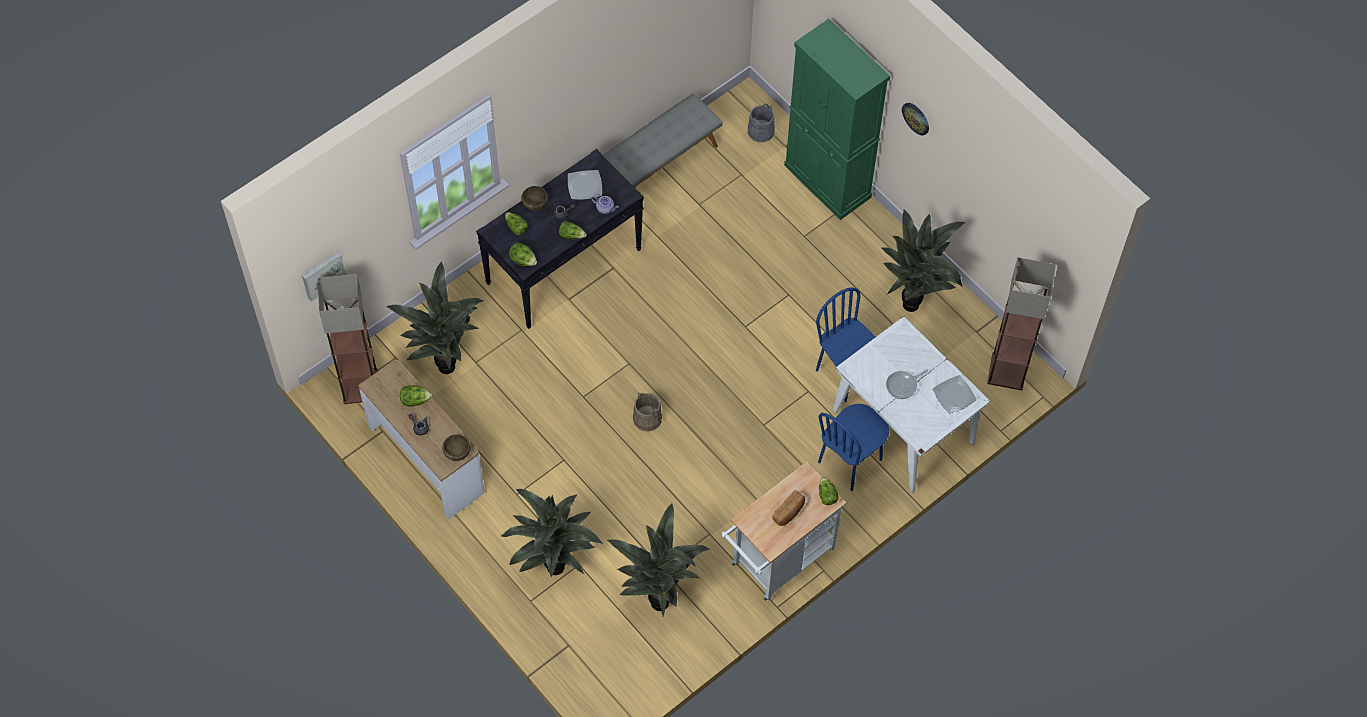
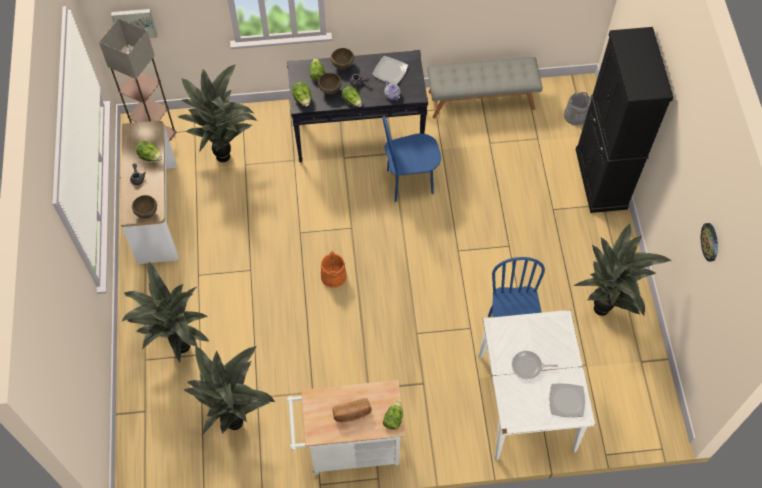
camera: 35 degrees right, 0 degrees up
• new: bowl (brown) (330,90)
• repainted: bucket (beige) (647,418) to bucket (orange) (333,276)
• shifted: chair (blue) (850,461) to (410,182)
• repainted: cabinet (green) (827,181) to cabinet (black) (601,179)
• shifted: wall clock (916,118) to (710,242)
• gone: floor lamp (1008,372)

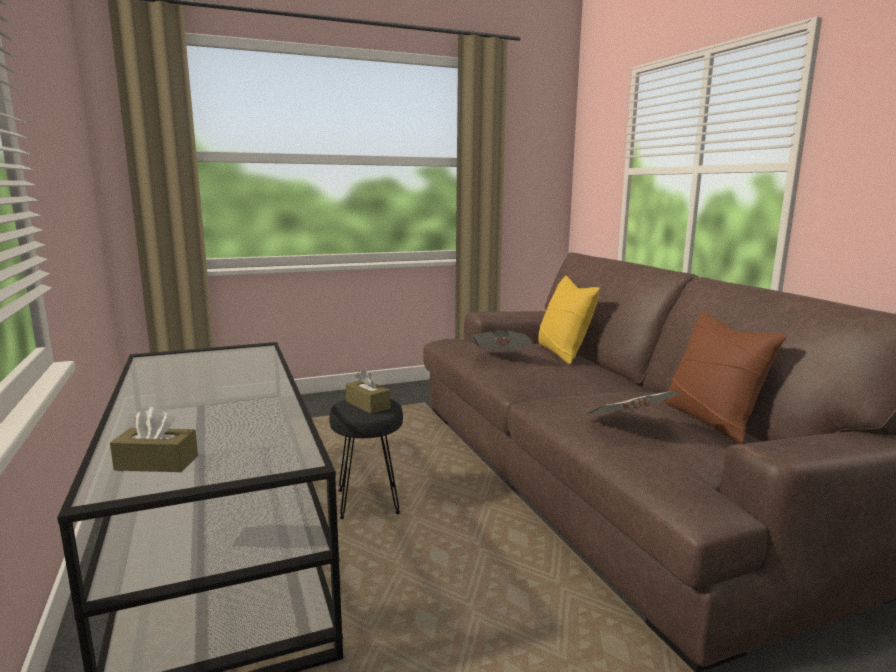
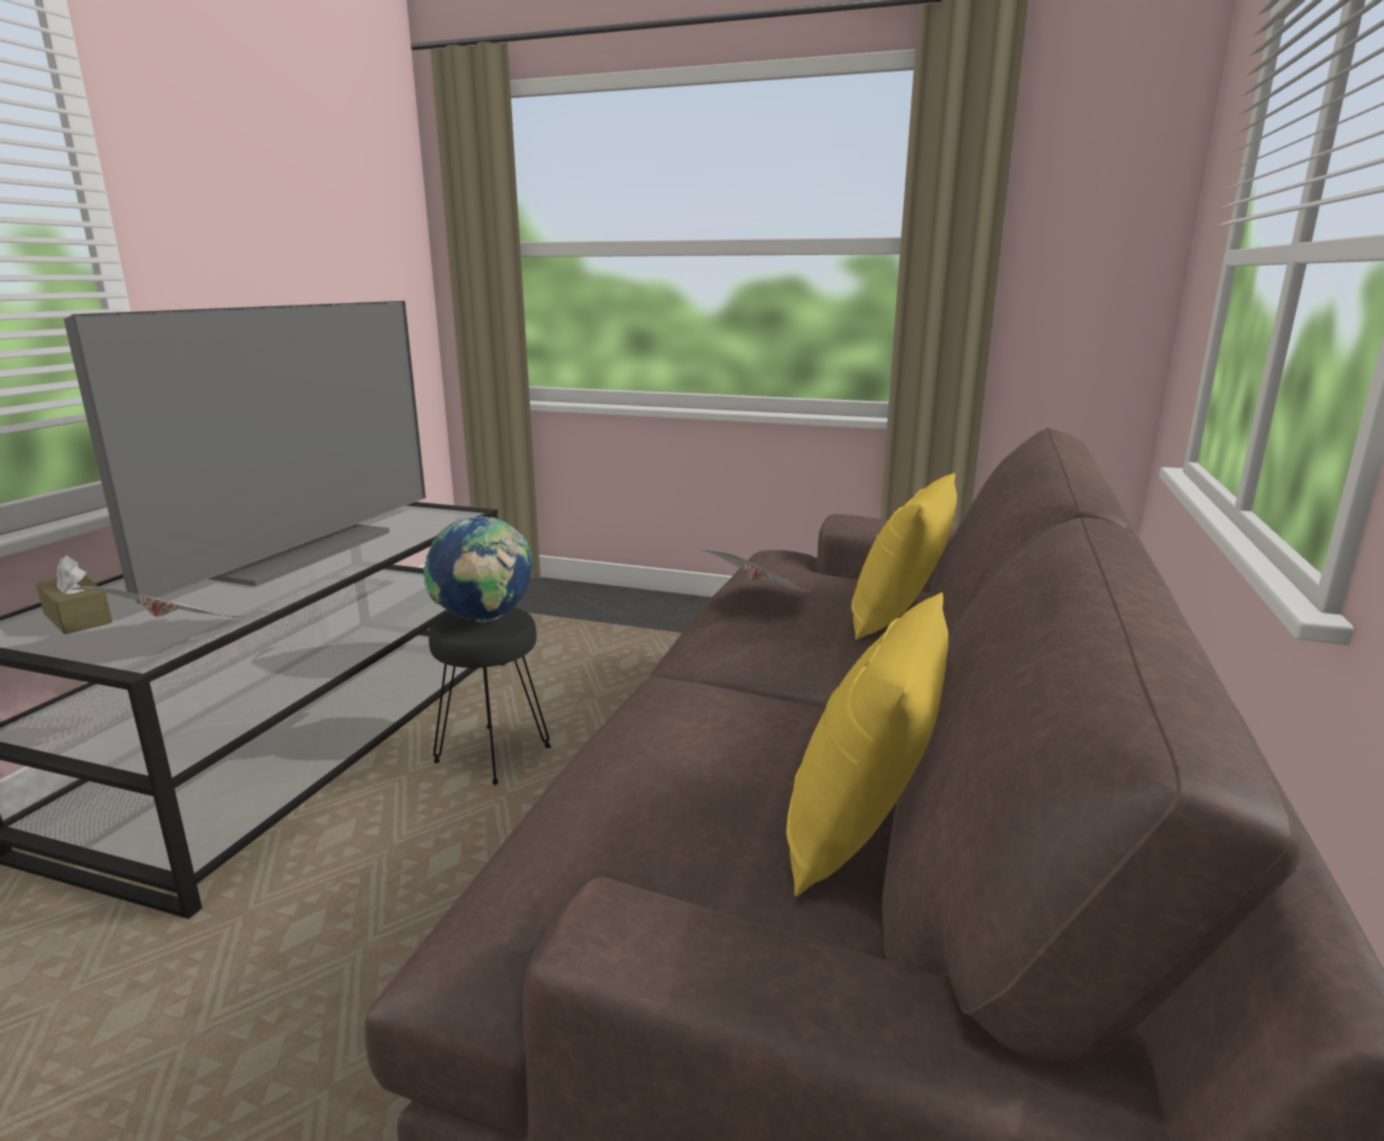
camera: 40 degrees right, 5 degrees up
• new: television (296,551)
• shifted: newspaper (628,426) to (173,638)
• swapped: tissue box (brown) (368,405) to globe (484,620)
• repainted: pillow (brown) (711,420) to pillow (yellow) (859,829)

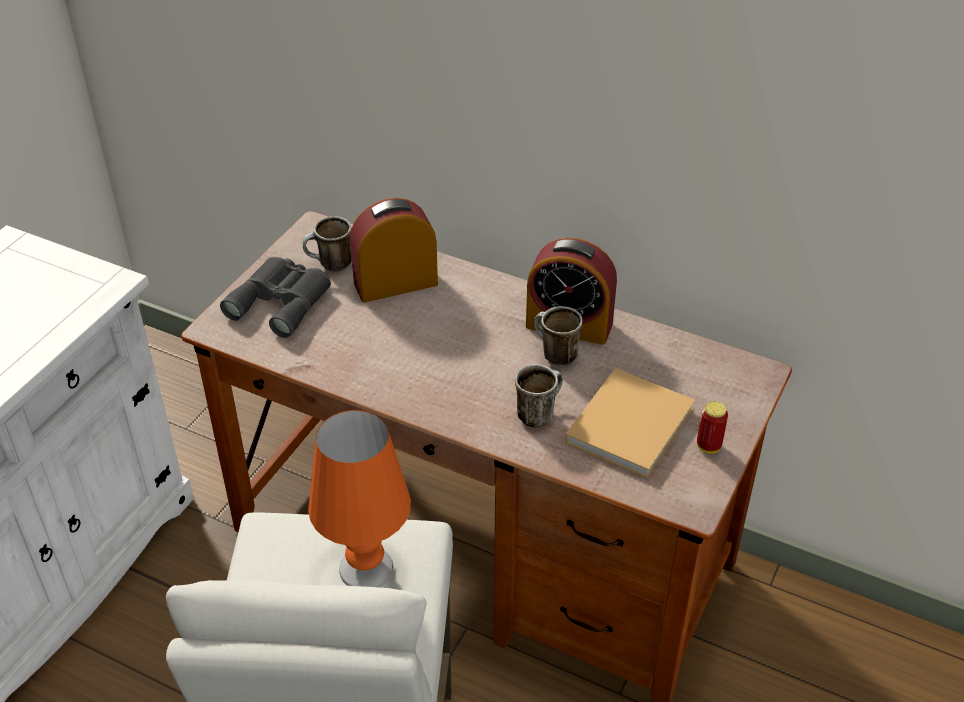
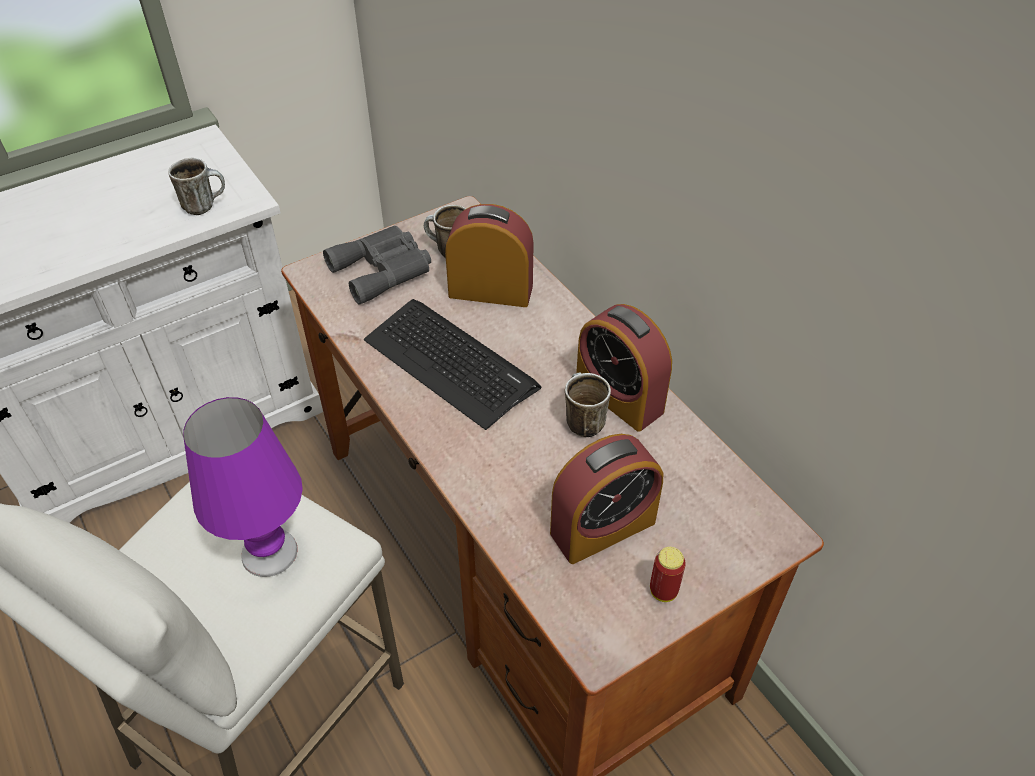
camera: 30 degrees right, 5 degrees up
• shifted: mug (538,412) to (205,205)
• repainted: table lamp (orange) (366,569) to table lamp (purple) (269,553)
• new: keyboard (450,363)
• swapped: book (beige) (632,423) to alarm clock (602,527)

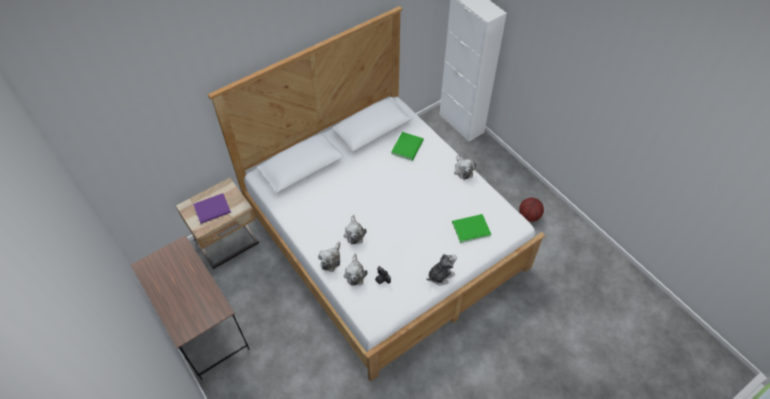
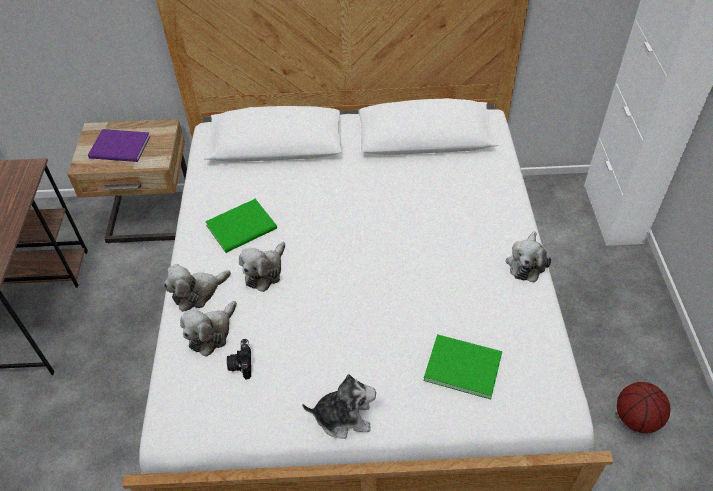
camera: 35 degrees right, 5 degrees down
• shifted: book (green) (408,146) to (244,227)

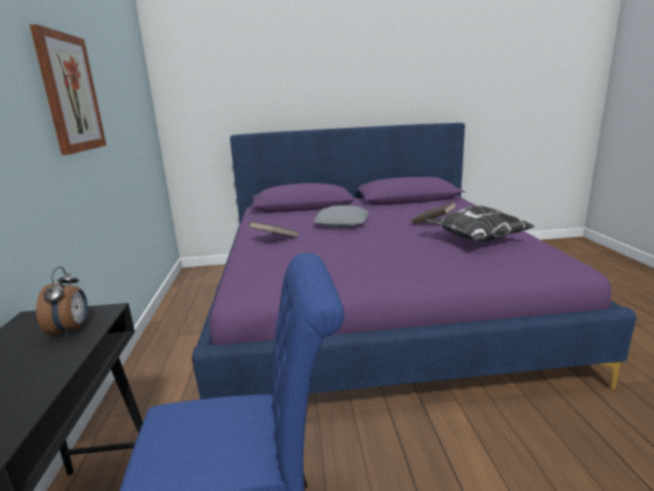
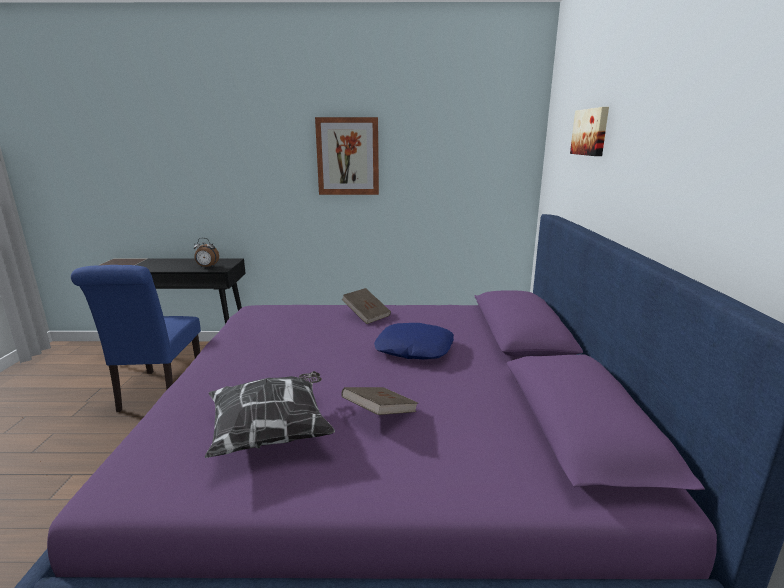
camera: 95 degrees right, 0 degrees up
• repainted: pillow (grey) (342,223) to pillow (blue) (414,349)
• new: picture (591,132)

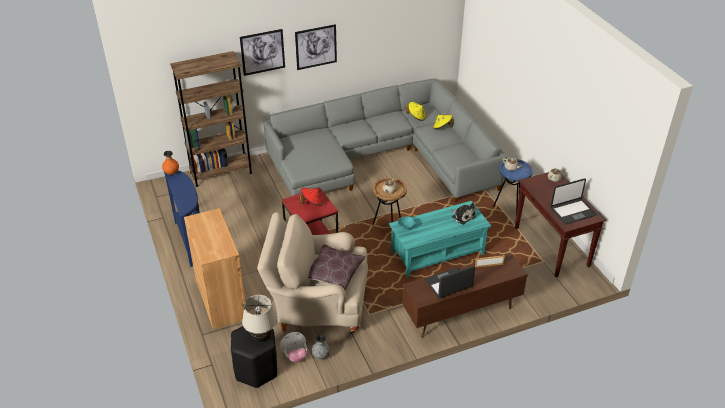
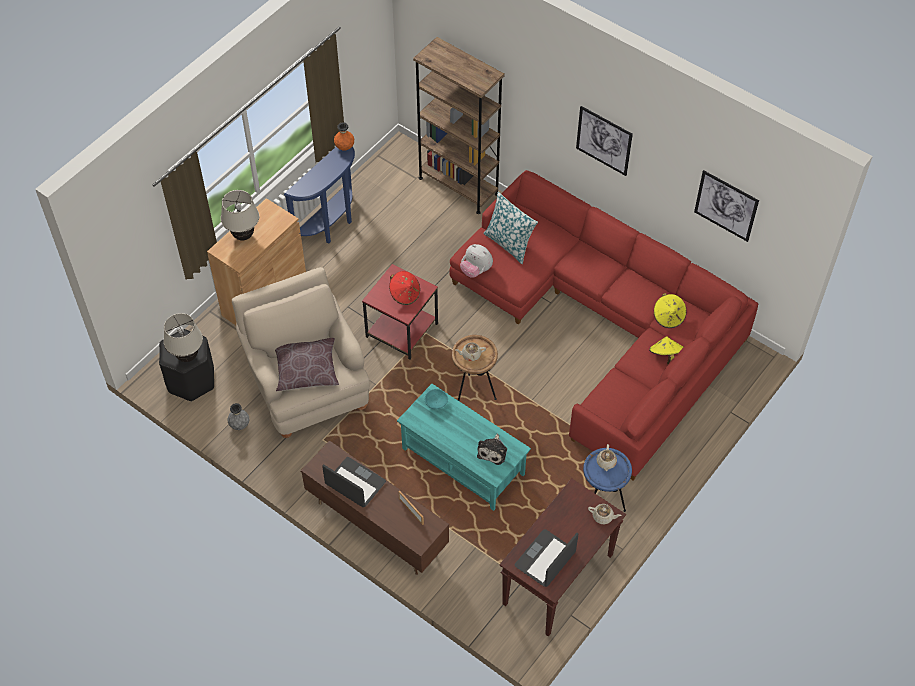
camera: 60 degrees right, 15 degrees up
• new: table lamp (beige) (243,236)
• repainted: sofa (grey) (383,158) to sofa (red) (603,326)
• shifted: plush toy (295,355) to (476,270)
• new: pillow (509,243)
• rotated: laptop (572,211) = (545,559) 90 degrees clockwise
• shifted: picture (262,52) to (726,206)

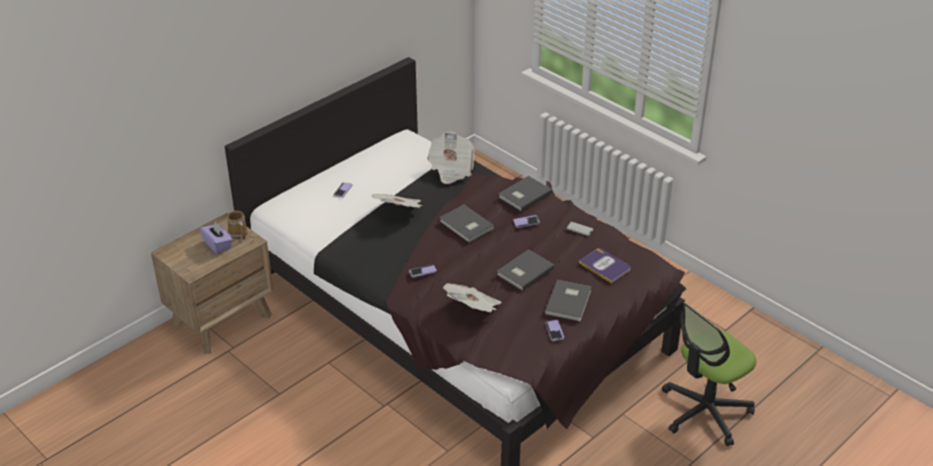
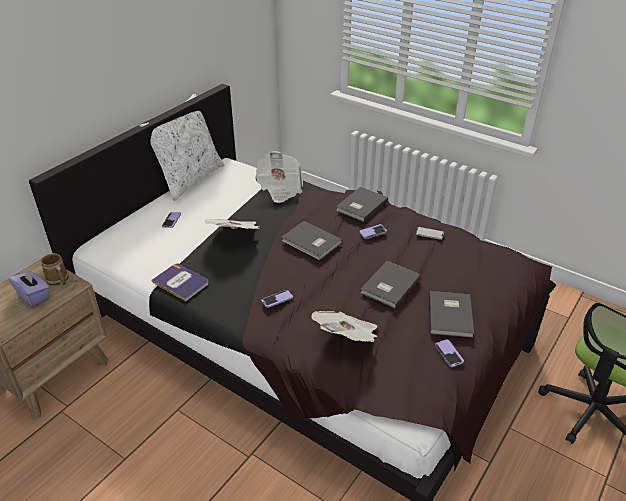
camera: 10 degrees left, 0 degrees up
• new: pillow (white) (189,179)
• shifted: book (605,266) to (181,282)

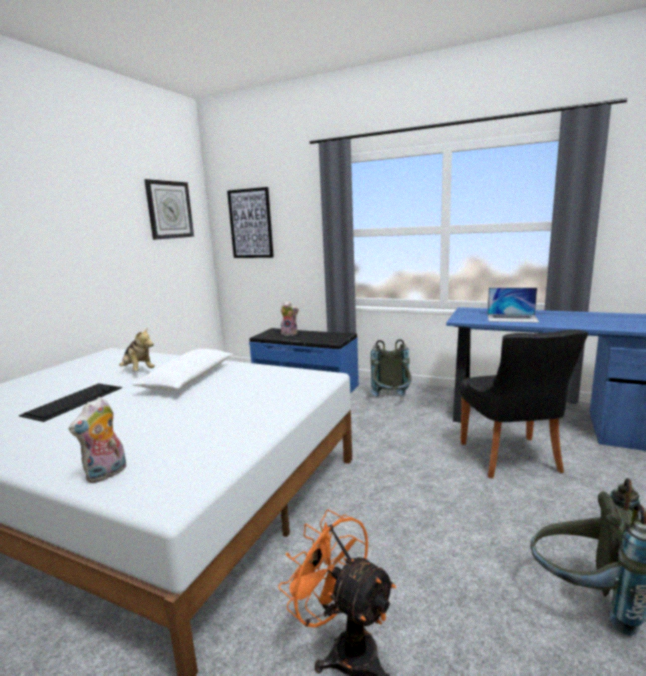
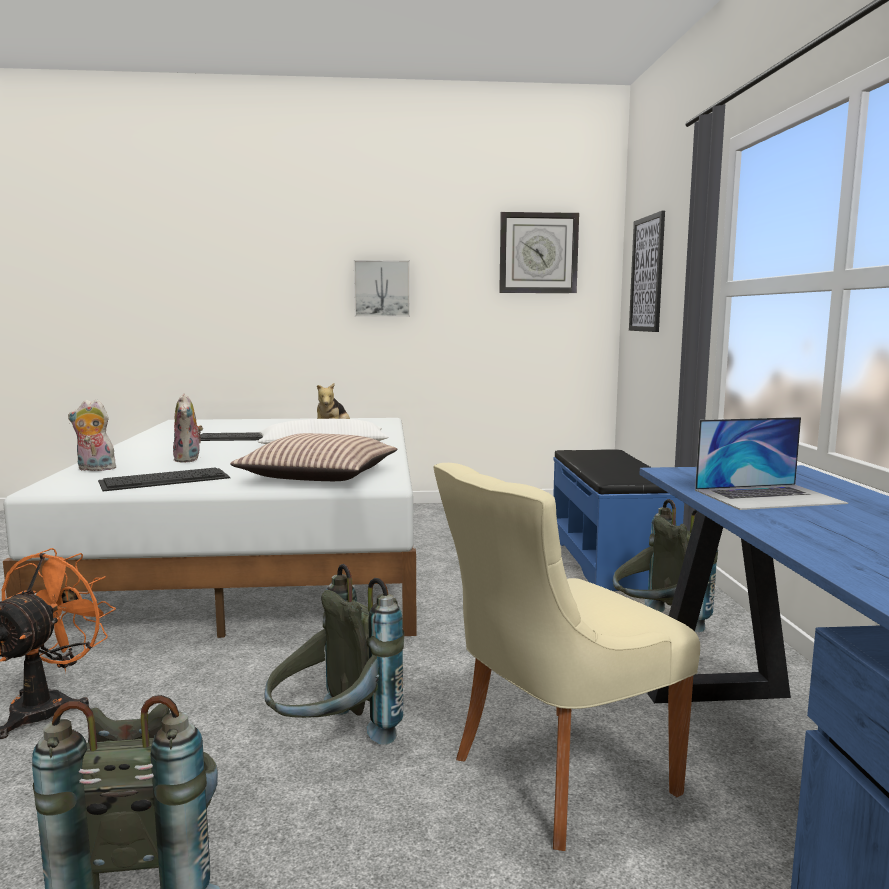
camera: 60 degrees right, 5 degrees down
• new: keyboard (166,479)
• shifted: plush toy (290,334) to (189,459)
• new: pillow (319,475)
• new: backpack (grey) (332,740)
• new: picture (382,288)
• repainted: chair (black) (511,459) to chair (beige) (555,776)
• rotated: laptop (512,318) = (768,496) 90 degrees counterclockwise

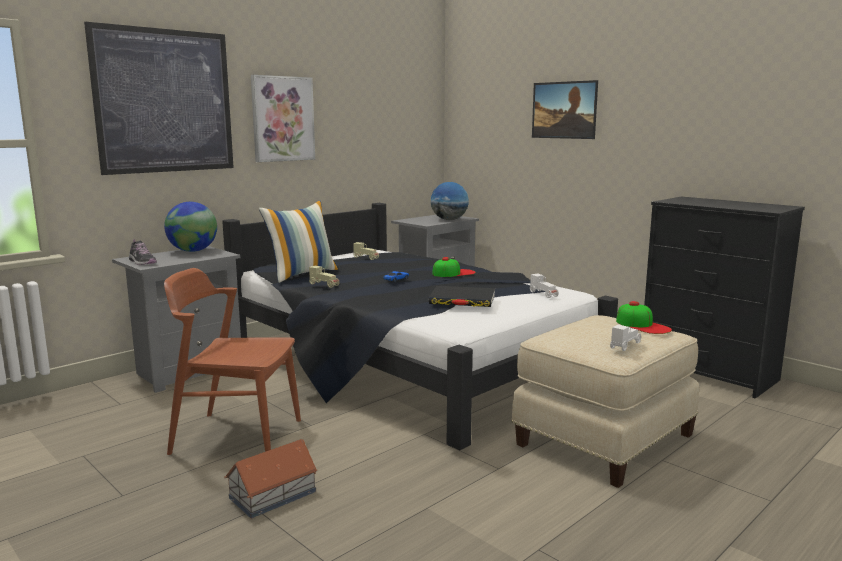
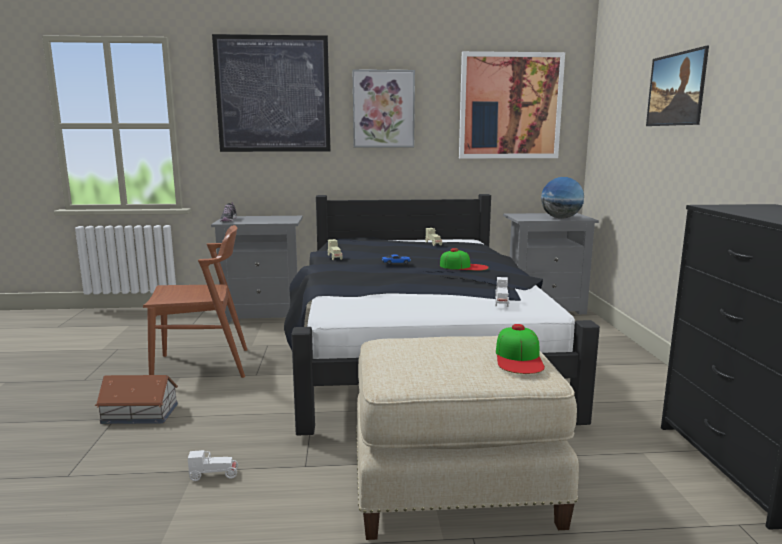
camera: 40 degrees right, 0 degrees up
• rotated: chair (brown) (236,436) = (202,366) 120 degrees clockwise
• shifted: toy car (white) (625,345) to (214,475)
• new: picture (510,106)
• gone: globe (193,251)
• gone: pillow (302,274)
• gone: book (black) (462,300)

